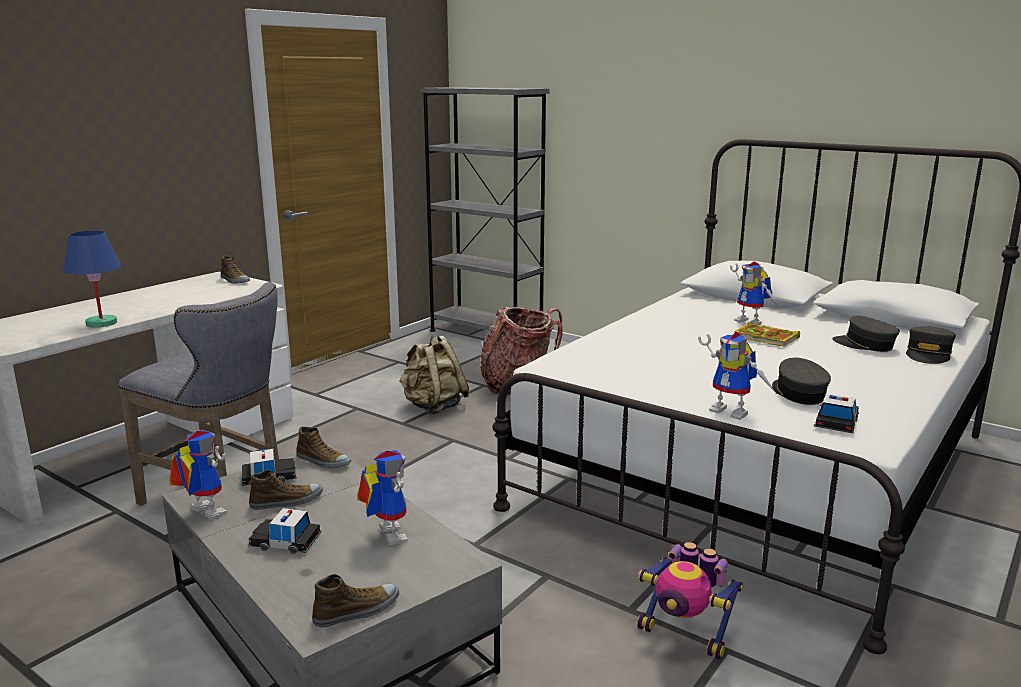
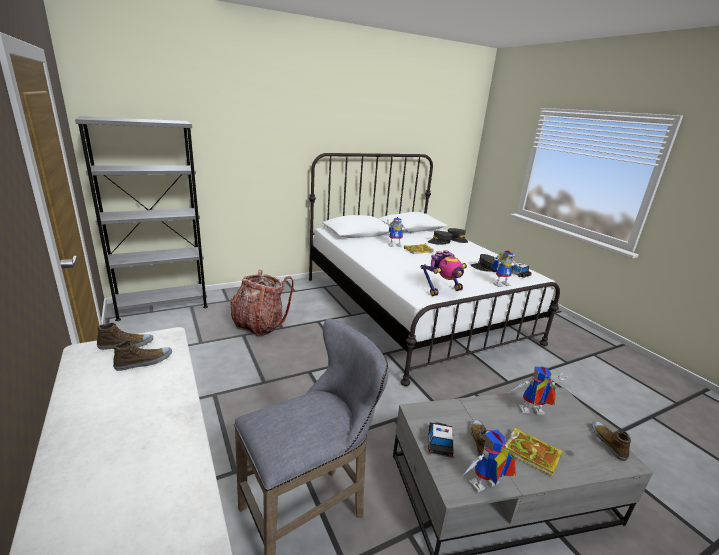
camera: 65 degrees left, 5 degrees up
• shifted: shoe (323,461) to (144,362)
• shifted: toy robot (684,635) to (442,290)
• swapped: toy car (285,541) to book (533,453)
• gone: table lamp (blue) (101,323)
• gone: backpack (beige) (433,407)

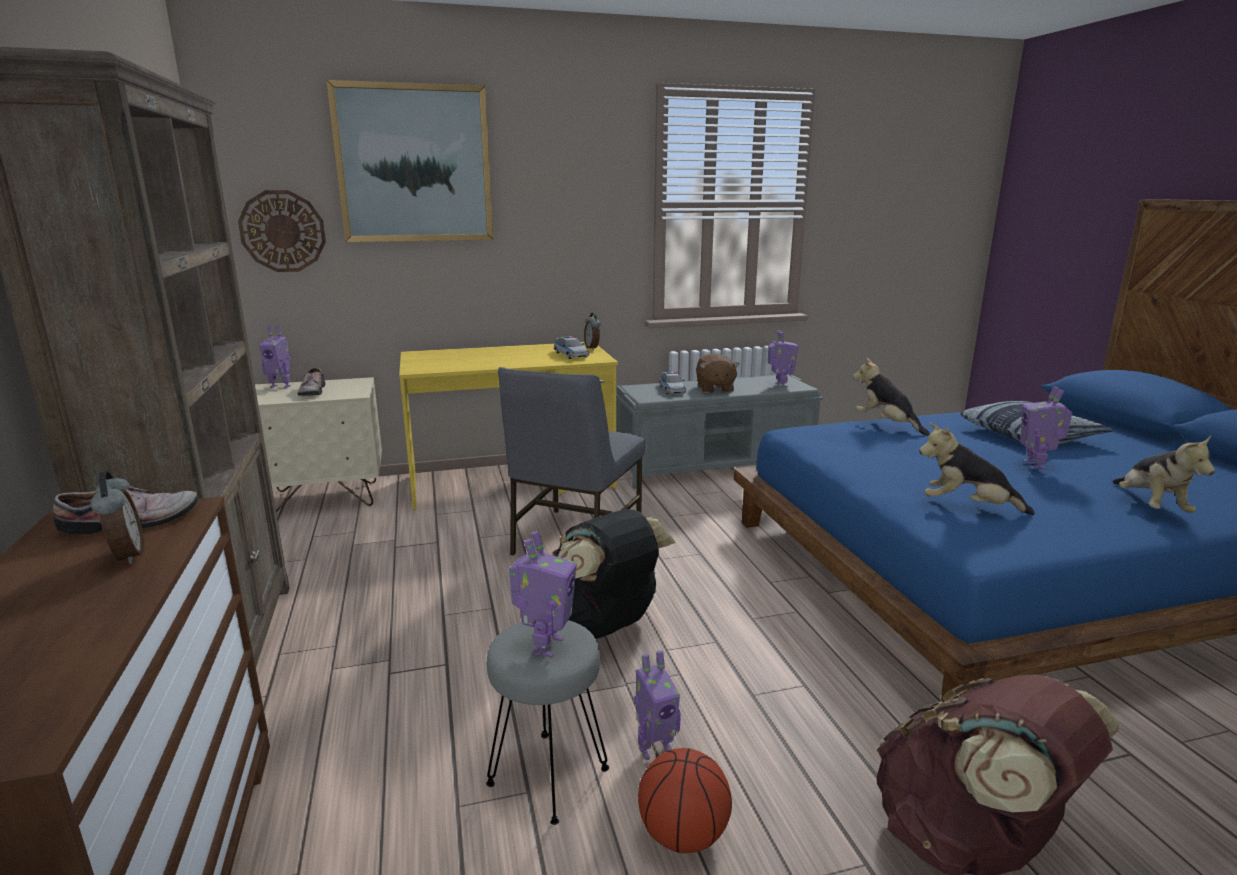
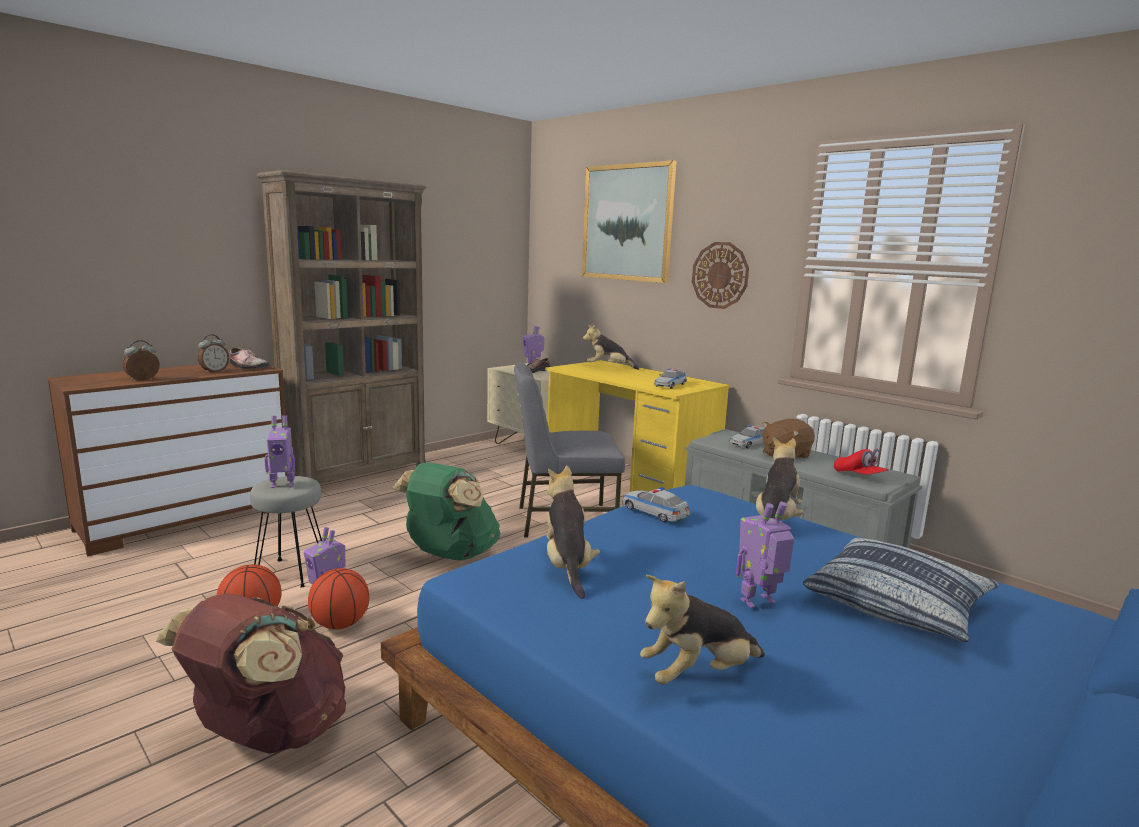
camera: 60 degrees right, 5 degrees down
• shifted: alarm clock (592,348) to (143,380)
• new: basketball (340,625)
• repainted: backpack (black) (600,628) to backpack (green) (449,555)
• new: plush toy (608,368)
• new: toy car (654,512)
• shifted: wall clock (283,231) to (720,275)
• swapped: toy robot (780,385) to cap (red) (859,476)

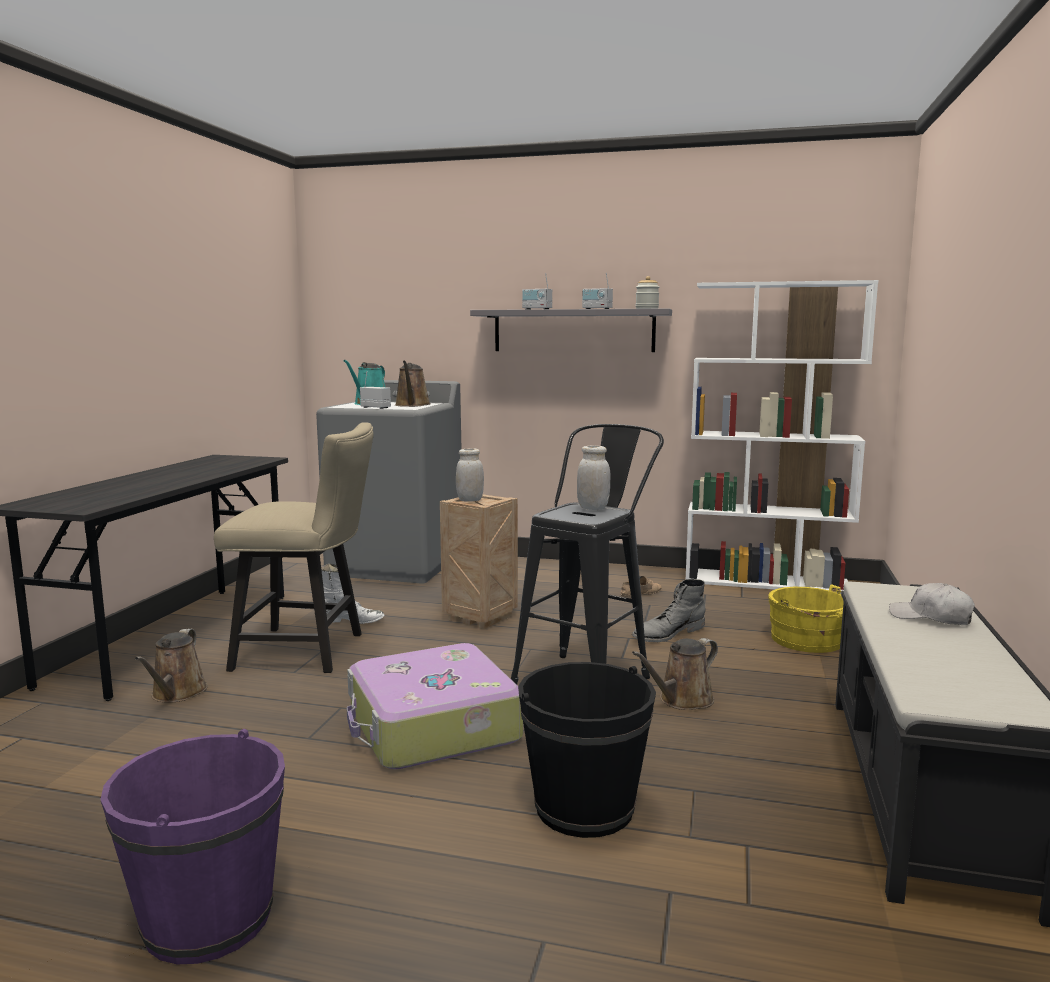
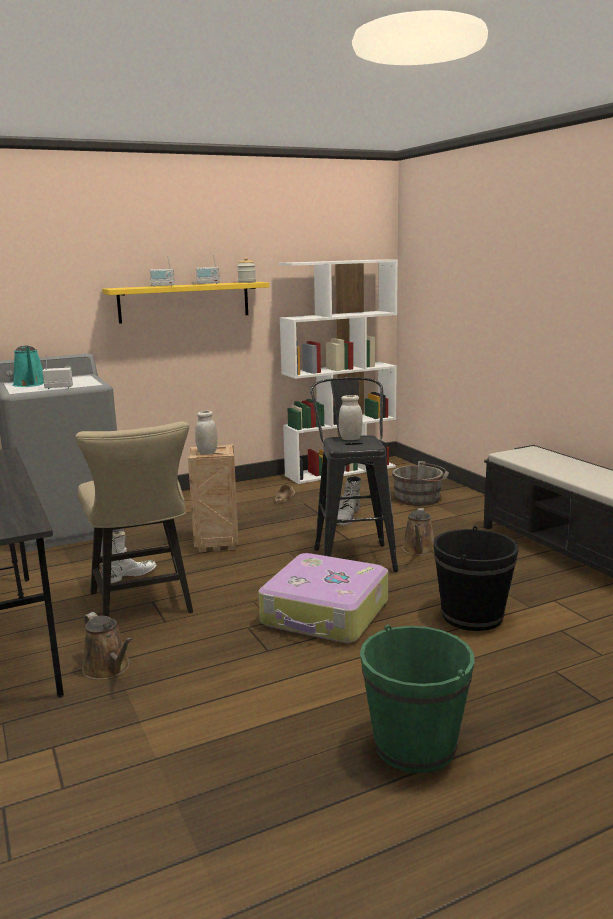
camera: 40 degrees left, 5 degrees up
• rotated: chair (beige) (309,651) = (144,605) 105 degrees clockwise
• repainted: shelf (grey) (573,331) to shelf (yellow) (184,302)
• repainted: bucket (purple) (208,919) to bucket (green) (414,746)
• repainted: bucket (yellow) (810,641) to bucket (grey) (420,499)
• gone: watering can (brown) (412,405)
• gone: cap (white) (931,617)

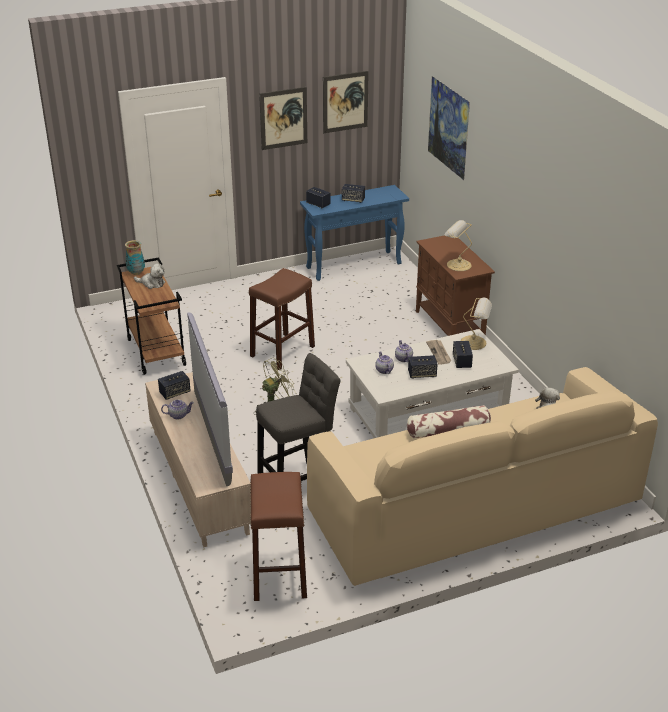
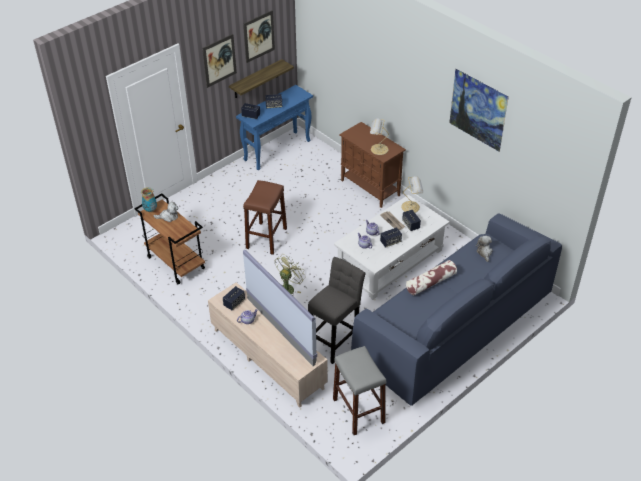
camera: 20 degrees left, 10 degrees up
• new: shelf (256,79)
• repainted: stool (brown) (279,573) to stool (grey) (358,411)
• repainted: sofa (beige) (474,506) to sofa (blue) (454,325)
• shifted: picture (446,146) to (475,124)

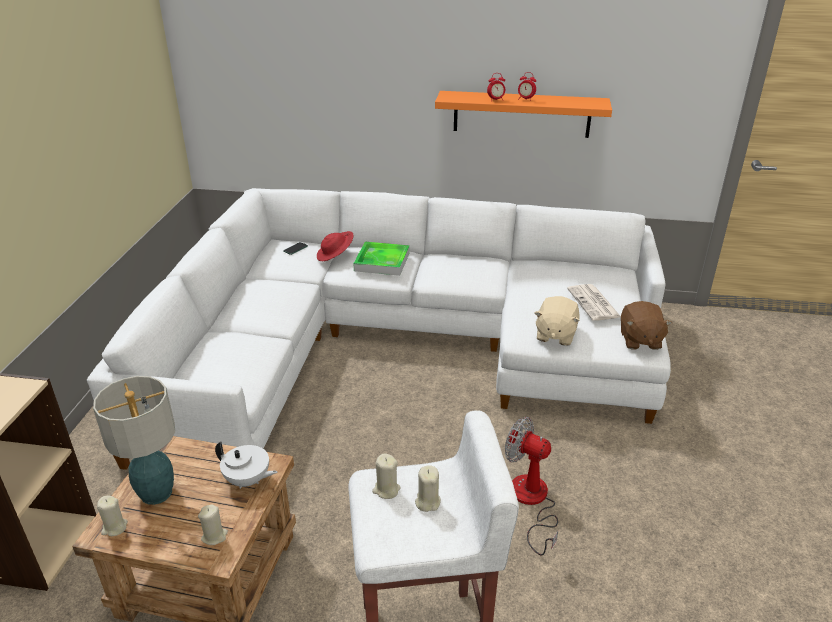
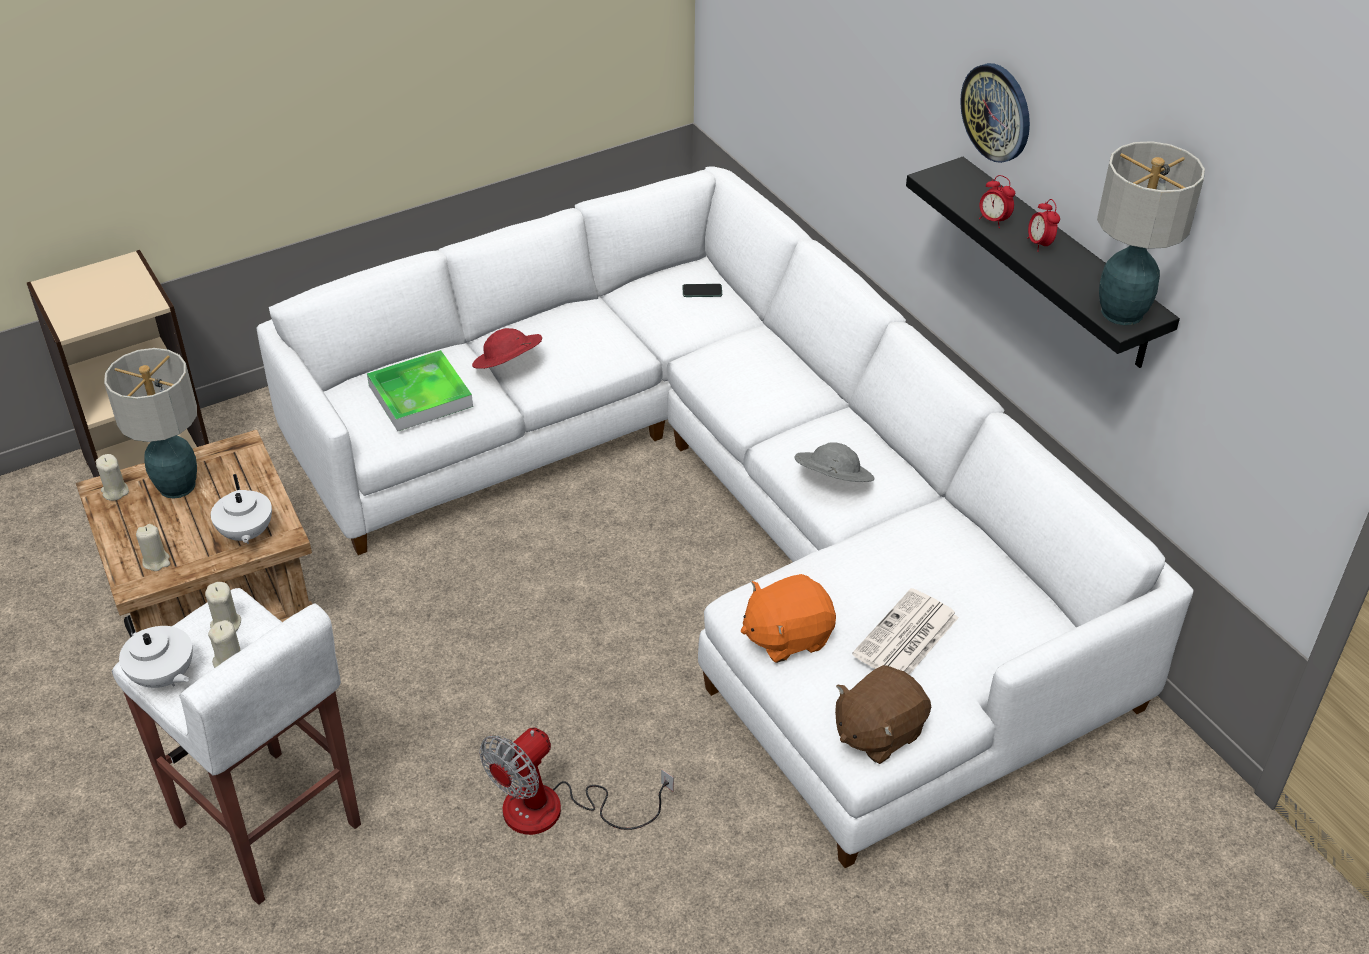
camera: 50 degrees right, 10 degrees up
• new: teapot (white) (163,677)
• shifted: tray (382,262) to (420,396)
• shifted: hat (red) (335,256) to (508,366)
• rotated: fan (531,502) = (555,811) 135 degrees counterclockwise
• repainted: plush toy (beige) (555,334) to plush toy (orange) (787,636)
• new: hat (grey) (832,482)
• repainted: shelf (orange) (521,114) to shelf (black) (1058,264)
• new: wall clock (997,112)
• new: table lamp (1122,312)

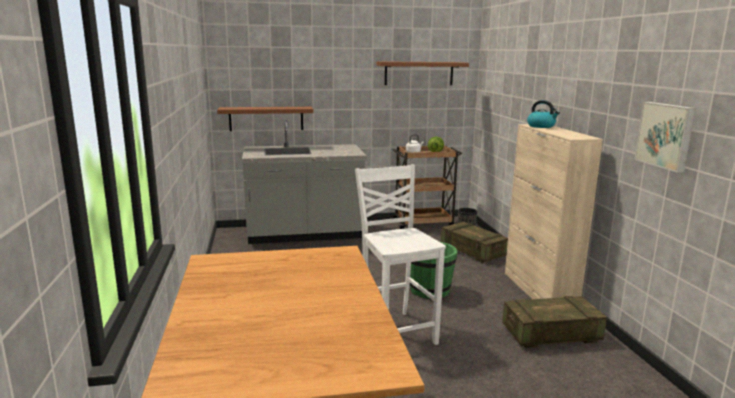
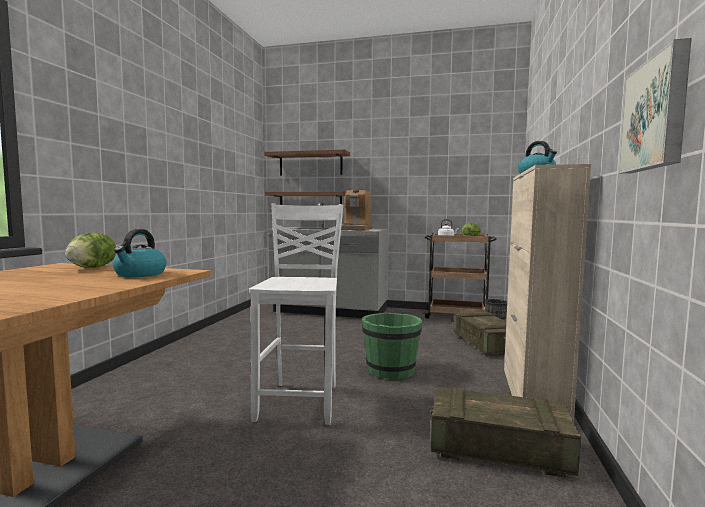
camera: 25 degrees right, 10 degrees down
• new: lettuce (92,268)
• new: kettle (140,274)
• shifted: shelf (brown) (419,73) to (310,164)
• new: coffee machine (356,229)

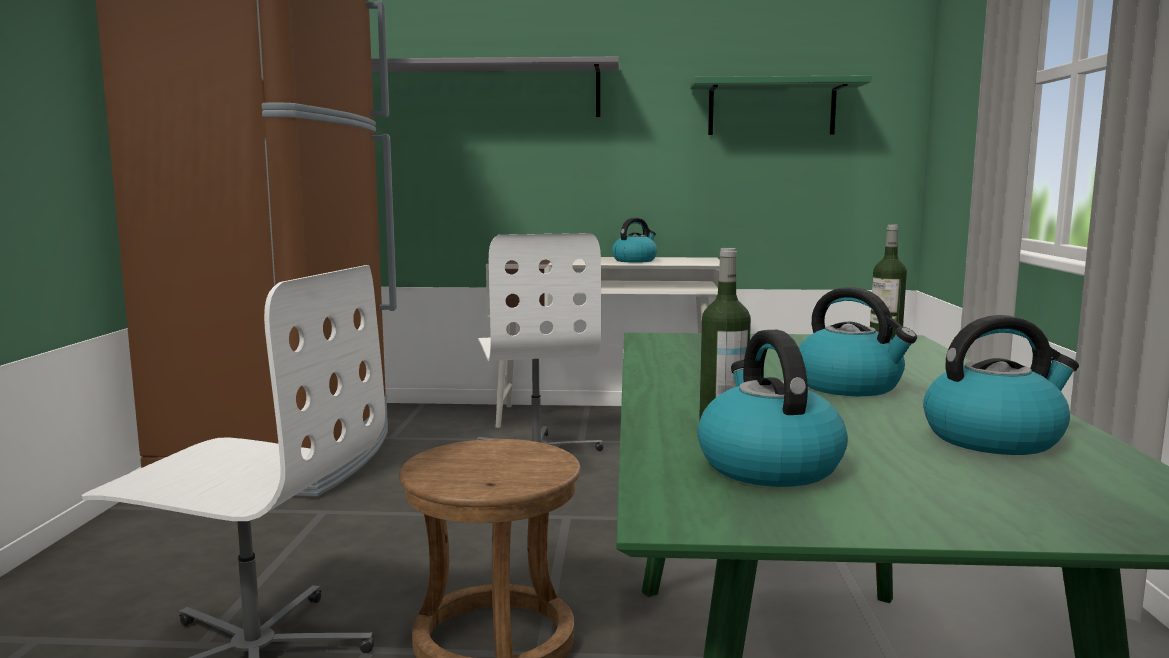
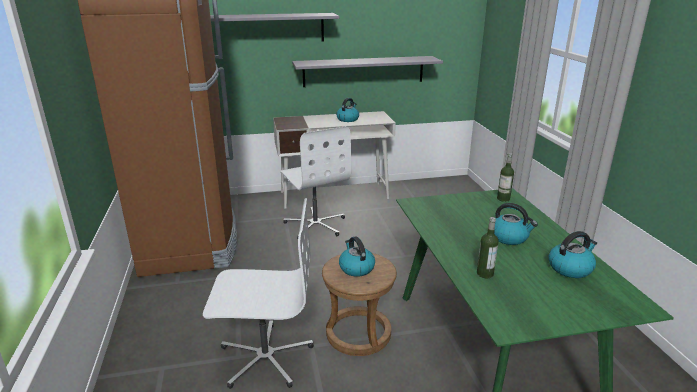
camera: 15 degrees left, 15 degrees up
• new: shelf (grey) (363,71)
• shifted: kettle (767,465) to (356,268)
• gone: shelf (green) (771,108)

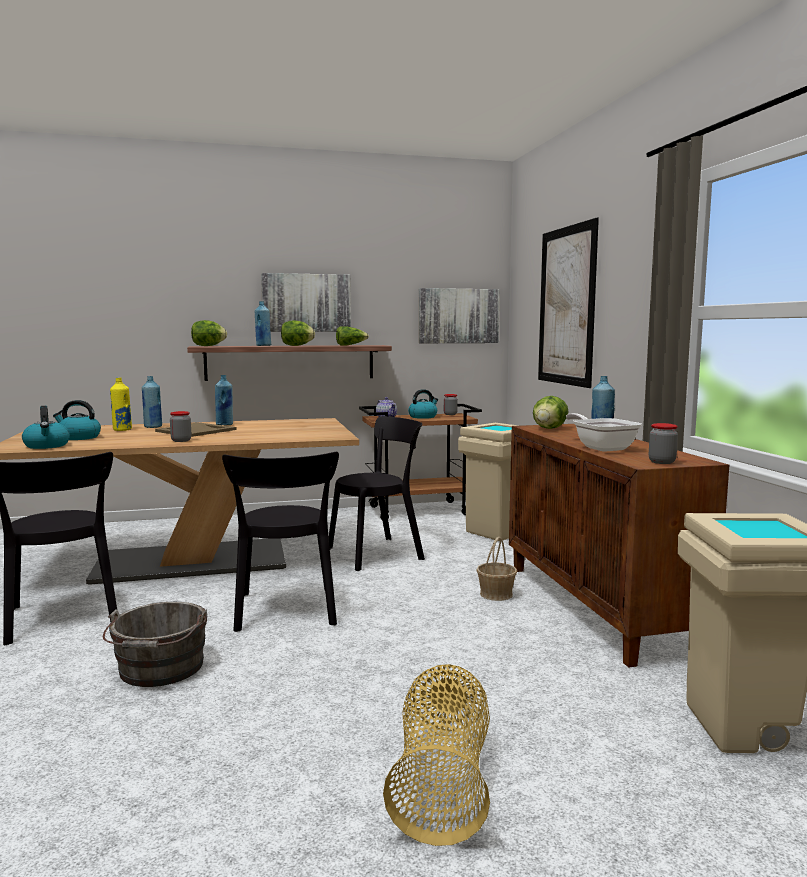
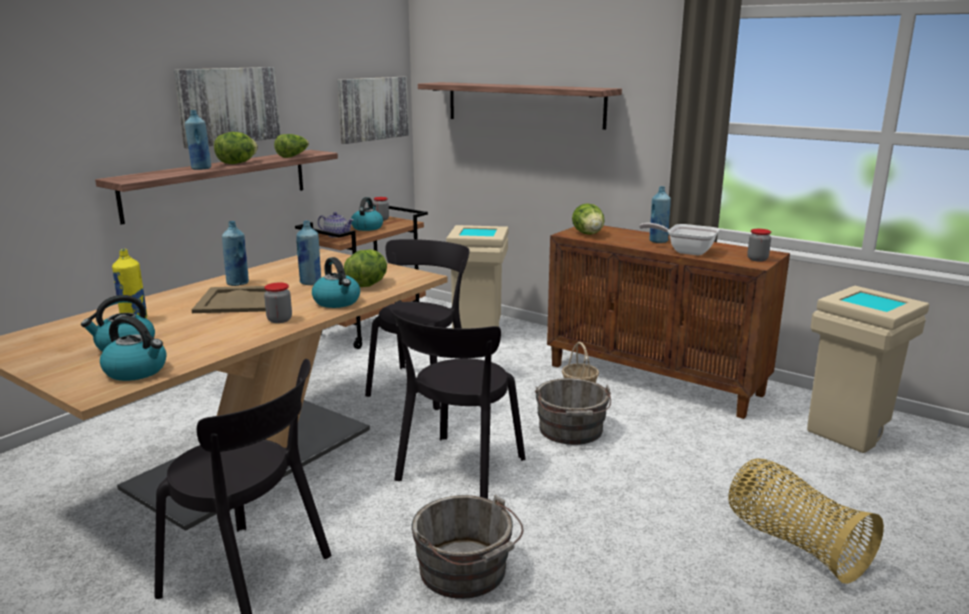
camera: 40 degrees left, 10 degrees up
• shifted: bottle (blue) (153,427) to (310,282)
• new: kettle (337,302)
• shifted: lettuce (208,346) to (367,285)
• rotated: chair (black) (286,612) = (458,472) 75 degrees clockwise
• swapped: picture (566,306) to shelf (523,104)
• new: bucket (grey) (571,431)

